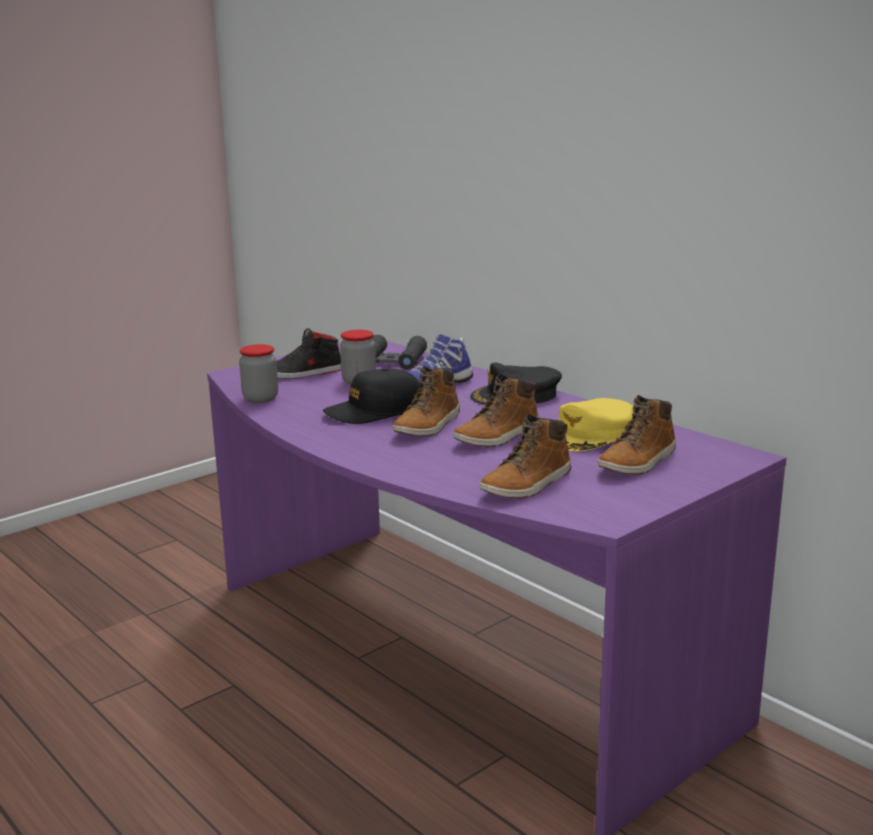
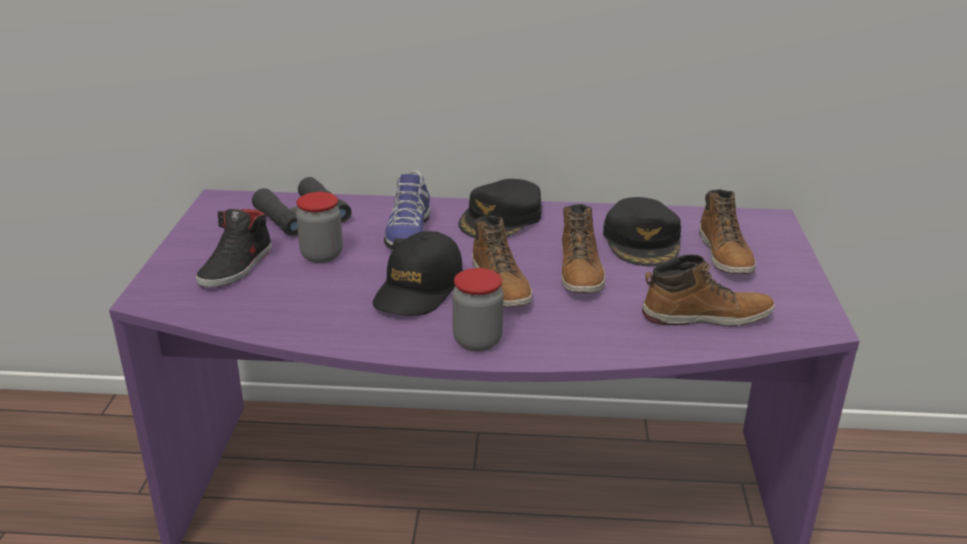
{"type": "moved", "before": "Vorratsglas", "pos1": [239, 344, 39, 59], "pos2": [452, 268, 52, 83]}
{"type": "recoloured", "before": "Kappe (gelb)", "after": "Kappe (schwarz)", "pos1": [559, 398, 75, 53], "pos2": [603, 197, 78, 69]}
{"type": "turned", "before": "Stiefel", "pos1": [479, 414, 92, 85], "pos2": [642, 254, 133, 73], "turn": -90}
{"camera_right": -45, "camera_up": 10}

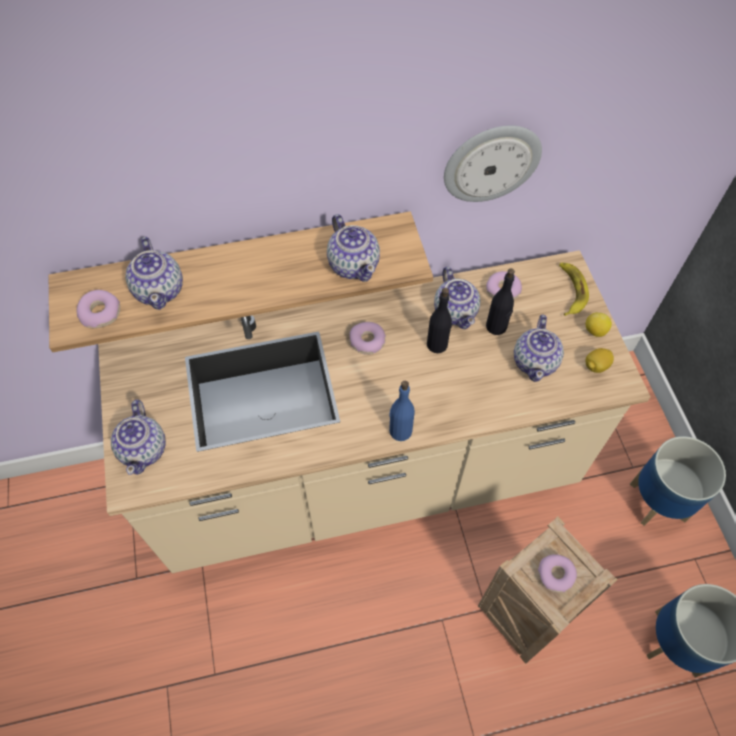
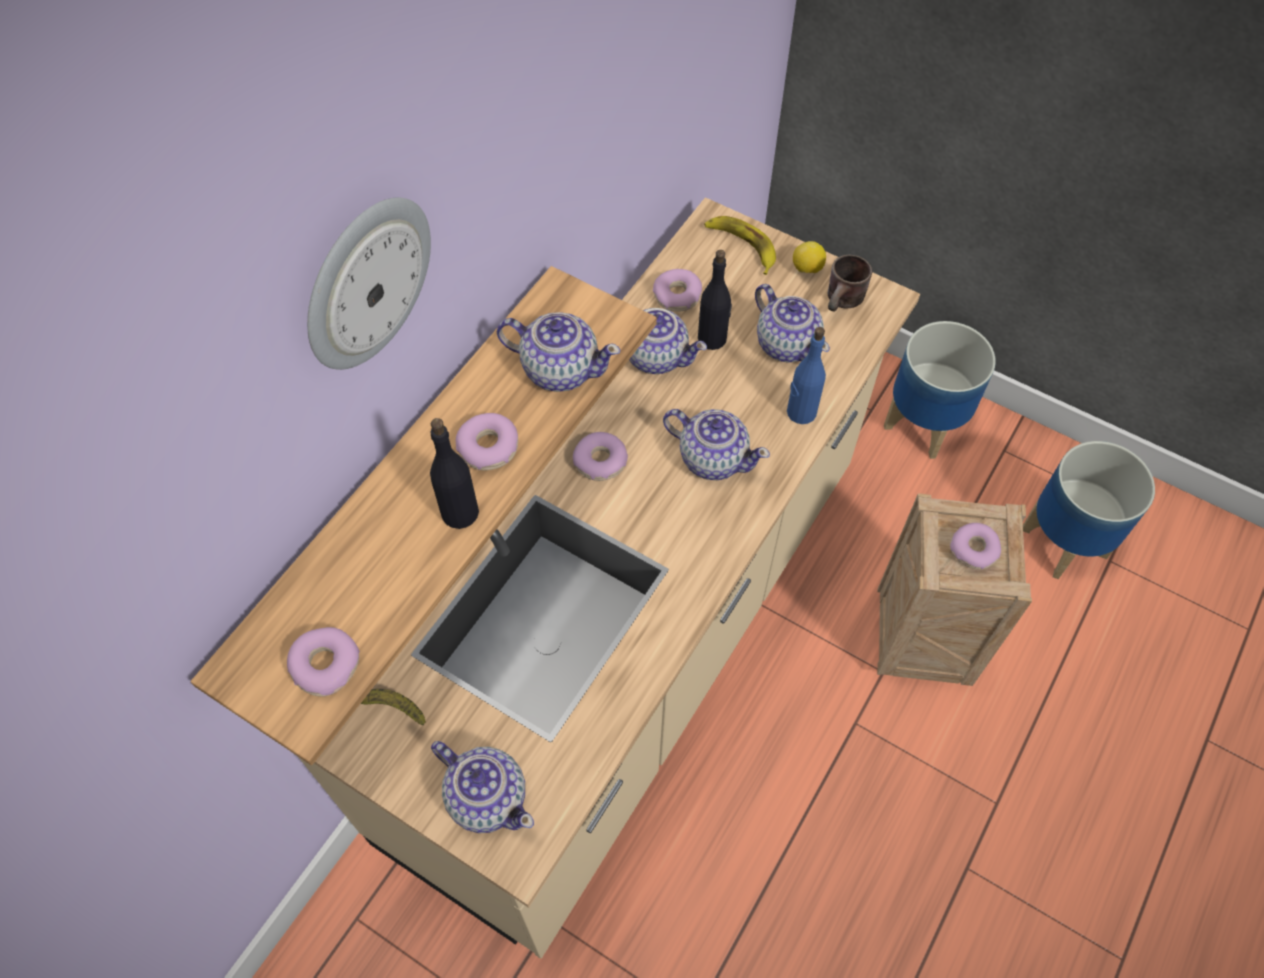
{"type": "added", "after": "Banane", "pos2": [361, 689, 65, 36]}
{"type": "added", "after": "Donut", "pos2": [456, 413, 62, 57]}
{"type": "moved", "before": "Teekanne", "pos1": [125, 237, 58, 73], "pos2": [663, 409, 107, 71]}
{"type": "moved", "before": "Flasche (blau)", "pos1": [389, 381, 26, 60], "pos2": [787, 327, 39, 97]}
{"type": "moved", "before": "Flasche (schwarz)", "pos1": [427, 288, 25, 65], "pos2": [430, 418, 49, 111]}
{"type": "moved", "before": "Wanduhr", "pos1": [444, 126, 98, 76], "pos2": [307, 197, 124, 173]}
{"type": "replaced", "before": "Zitrone", "after": "Henkelbecher (braun)", "pos1": [586, 348, 28, 25], "pos2": [828, 255, 44, 57]}
{"camera_right": -45, "camera_up": 0}

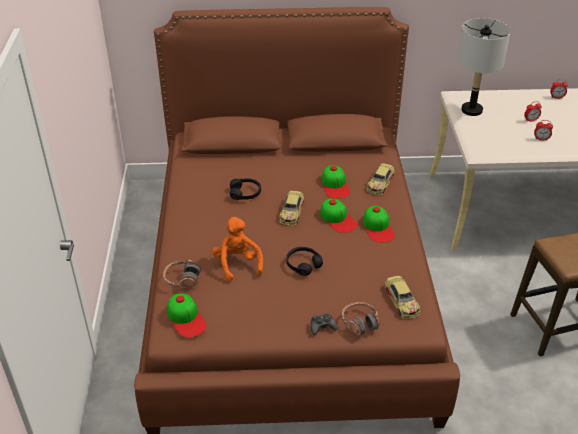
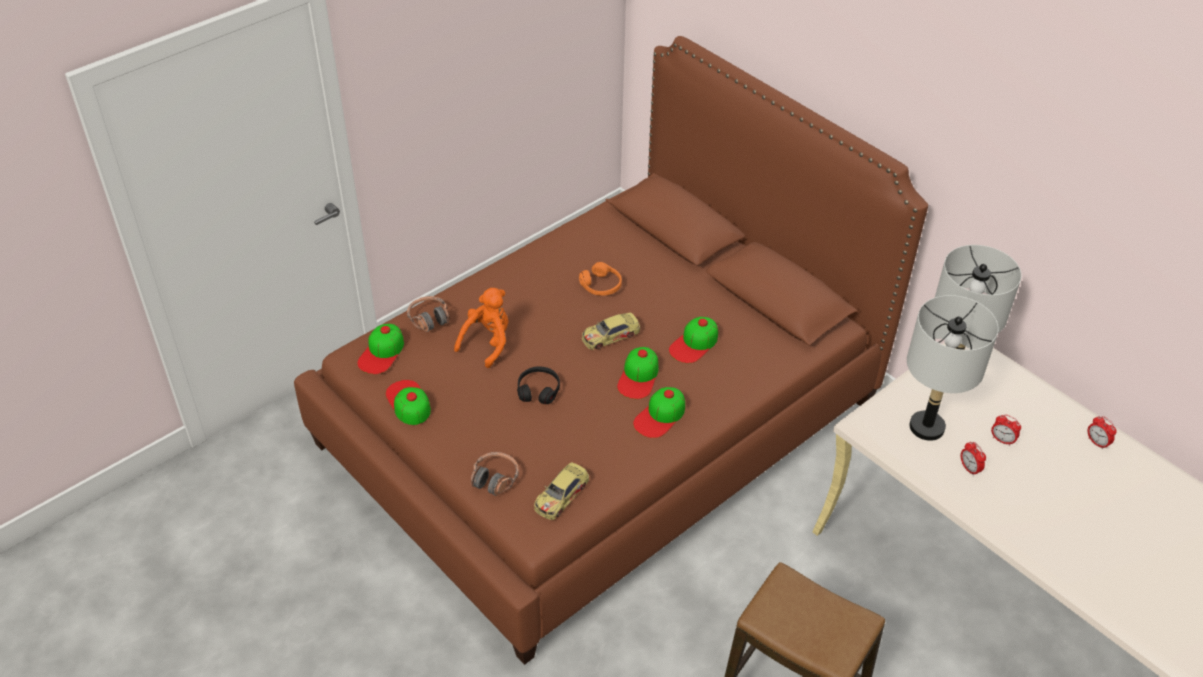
{"type": "removed", "before": "Gamepad (schwarz)", "pos1": [311, 314, 27, 21]}
{"type": "removed", "before": "Spielzeugauto", "pos1": [367, 163, 28, 32]}
{"type": "added", "after": "Kappe", "pos2": [386, 380, 45, 45]}
{"type": "added", "after": "Tischlampe (grau)", "pos2": [907, 295, 92, 146]}
{"type": "recoloured", "before": "Kopfhörer (schwarz)", "after": "Kopfhörer (orange)", "pos1": [230, 178, 31, 22], "pos2": [579, 262, 43, 34]}
{"camera_right": 50, "camera_up": 5}

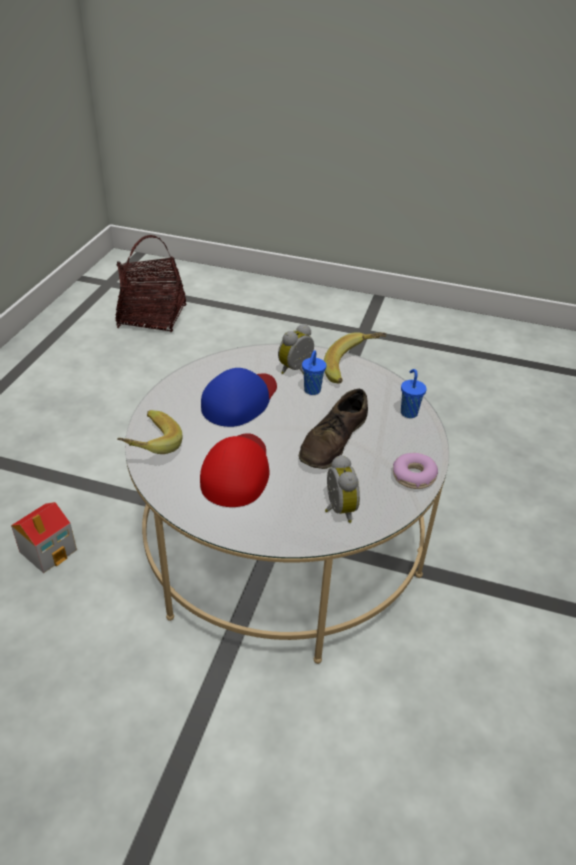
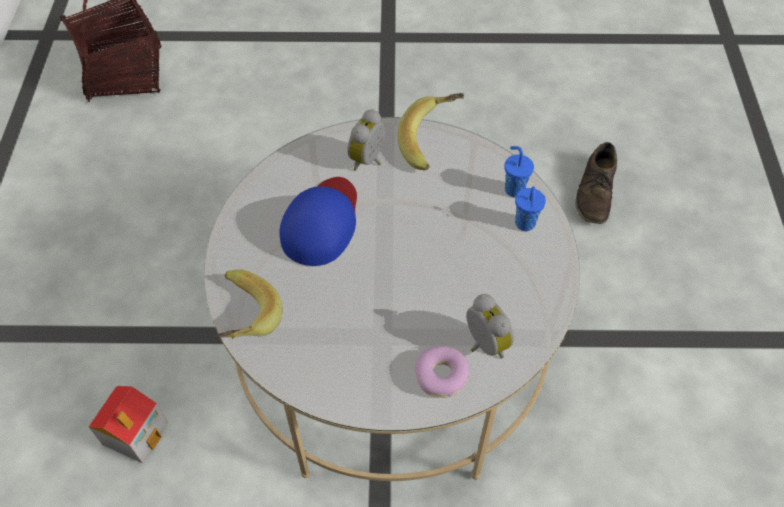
{"type": "removed", "before": "Kappe (rot)", "pos1": [200, 433, 69, 74]}
{"type": "moved", "before": "Schuh (braun)", "pos1": [299, 389, 69, 80], "pos2": [575, 142, 42, 82]}
{"type": "moved", "before": "Tasse (blau)", "pos1": [302, 350, 24, 45], "pos2": [515, 186, 31, 45]}
{"type": "moved", "before": "Donut", "pos1": [393, 453, 45, 36], "pos2": [414, 346, 56, 52]}
{"camera_right": -15, "camera_up": 15}

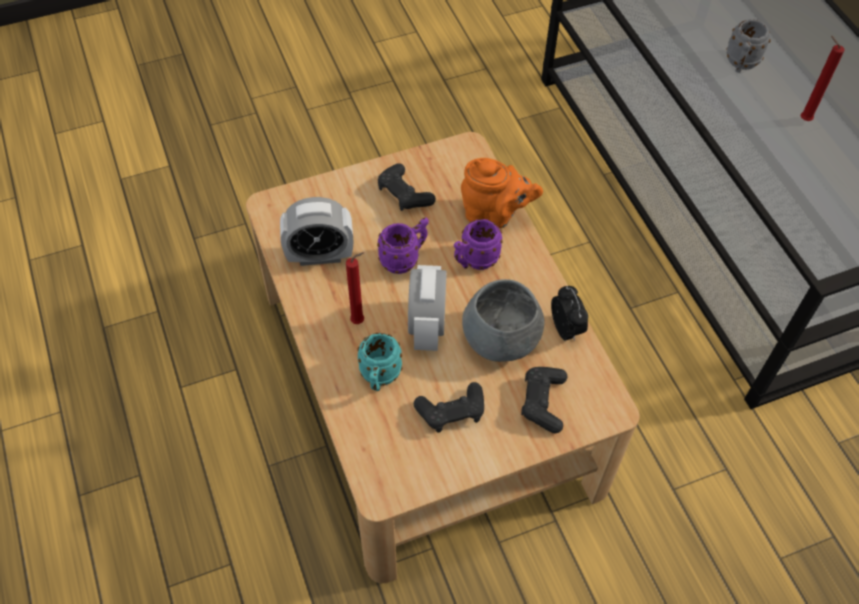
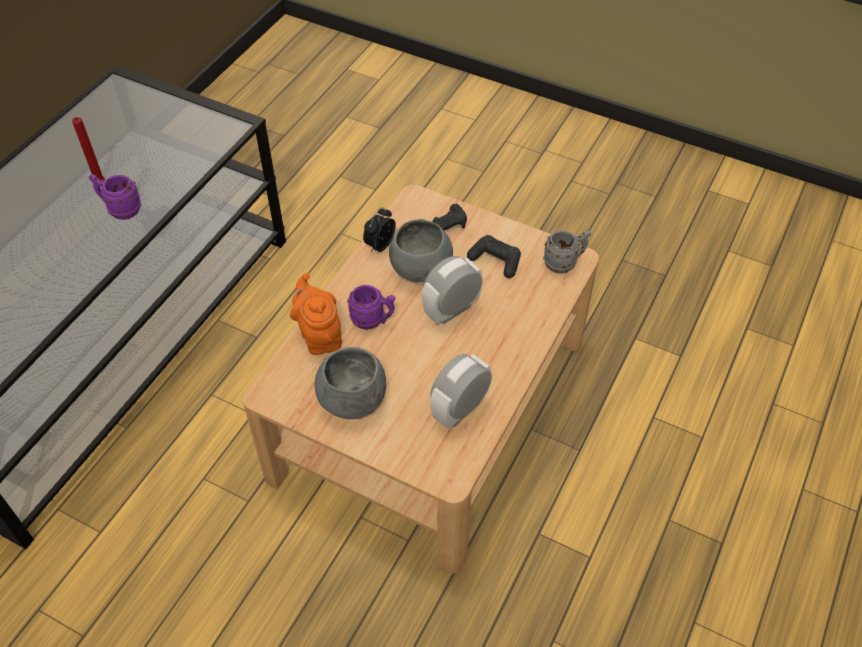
{"type": "removed", "before": "Kerze (rot)", "pos1": [346, 252, 18, 72]}
{"type": "removed", "before": "Henkelbecher (türkis)", "pos1": [357, 333, 45, 58]}
{"type": "moved", "before": "Henkelbecher (lila)", "pos1": [377, 218, 52, 56], "pos2": [89, 174, 52, 46]}
{"type": "moved", "before": "Henkelbecher (grau)", "pos1": [726, 19, 45, 54], "pos2": [543, 230, 48, 43]}
{"type": "replaced", "before": "Gamepad (schwarz)", "after": "Schüssel (grau)", "pos1": [378, 163, 58, 48], "pos2": [315, 347, 71, 72]}
{"type": "turned", "before": "Wecker", "pos1": [280, 197, 73, 69], "pos2": [430, 354, 62, 75], "turn": -90}
{"camera_right": -130, "camera_up": -5}

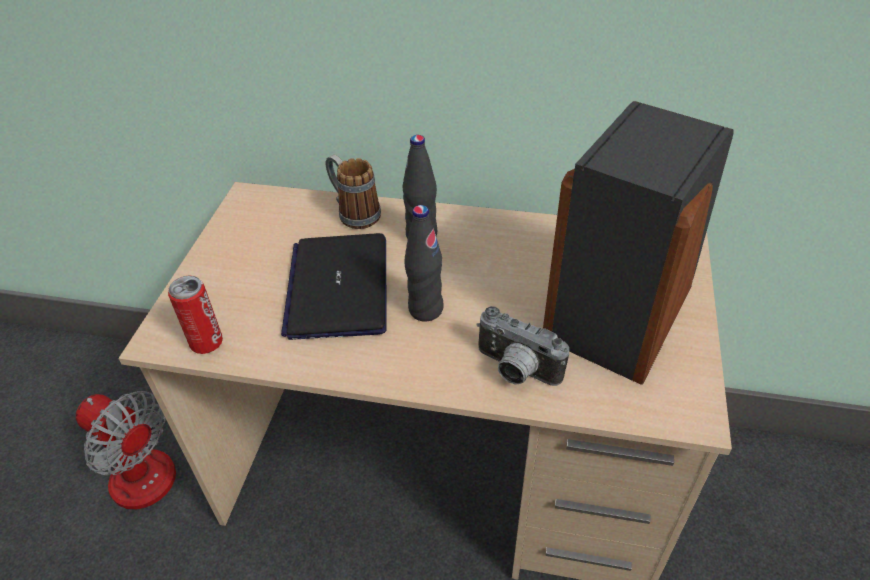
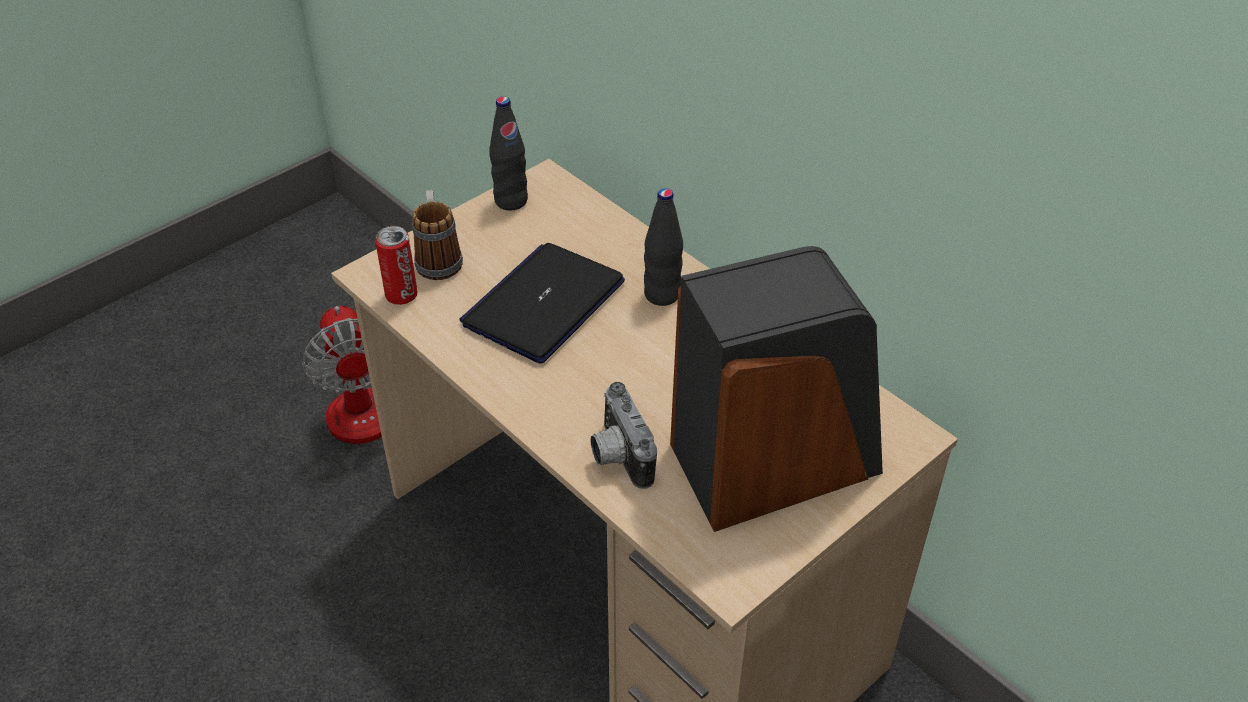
{"type": "moved", "before": "Henkelbecher", "pos1": [326, 155, 55, 74], "pos2": [412, 190, 51, 90]}
{"type": "moved", "before": "Flasche (schwarz)", "pos1": [404, 205, 40, 117], "pos2": [489, 96, 39, 114]}
{"camera_right": 35, "camera_up": 0}

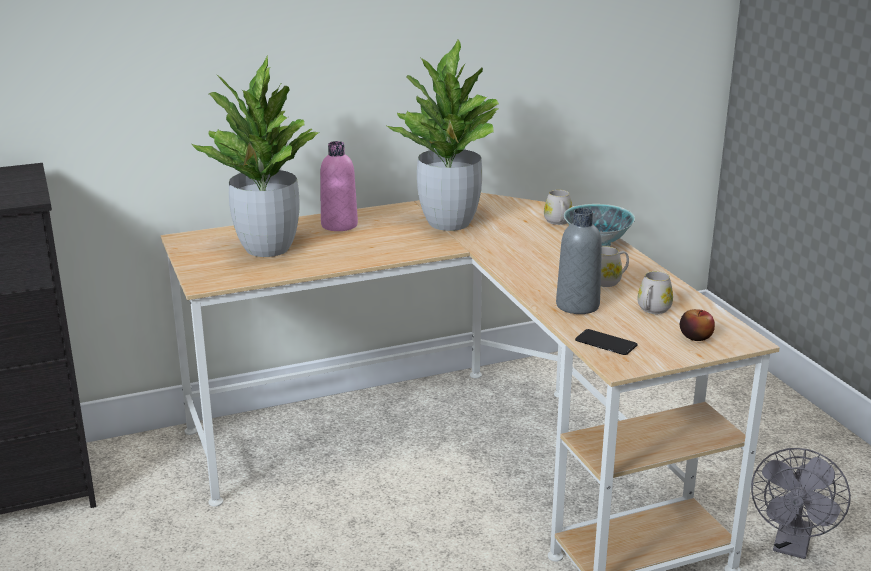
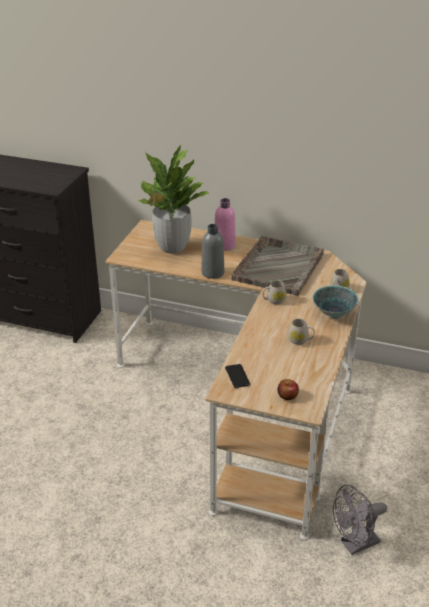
{"type": "moved", "before": "Flasche (grau)", "pos1": [556, 208, 46, 106], "pos2": [201, 224, 23, 55]}
{"type": "moved", "before": "Henkelbecher (weiß)", "pos1": [638, 271, 35, 43], "pos2": [262, 280, 24, 25]}
{"type": "replaced", "before": "Topfpflanze", "after": "Tablett (grau)", "pos1": [387, 39, 112, 192], "pos2": [231, 236, 93, 60]}
{"camera_right": 40, "camera_up": 10}

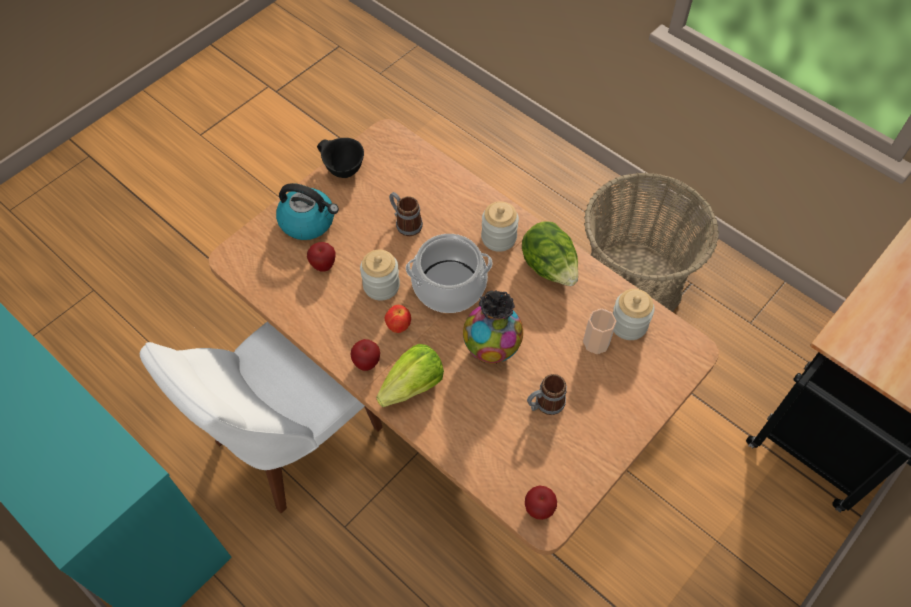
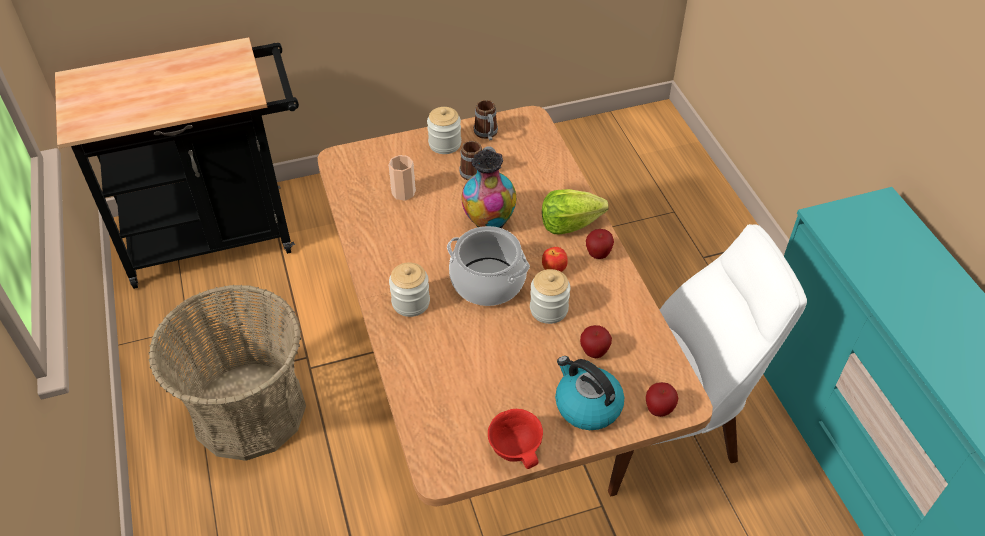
{"type": "removed", "before": "Salatkopf", "pos1": [522, 221, 56, 65]}
{"type": "moved", "before": "Henkelbecher", "pos1": [389, 192, 34, 44], "pos2": [474, 100, 24, 41]}
{"type": "moved", "before": "Apfel", "pos1": [525, 485, 32, 35], "pos2": [646, 382, 32, 35]}
{"type": "moved", "before": "Vorratsglas", "pos1": [613, 289, 42, 51], "pos2": [427, 107, 34, 47]}
{"type": "recoloured", "before": "Schüssel (schwarz)", "after": "Schüssel (rot)", "pos1": [317, 138, 47, 40], "pos2": [488, 409, 55, 60]}
{"camera_right": -150, "camera_up": -10}

